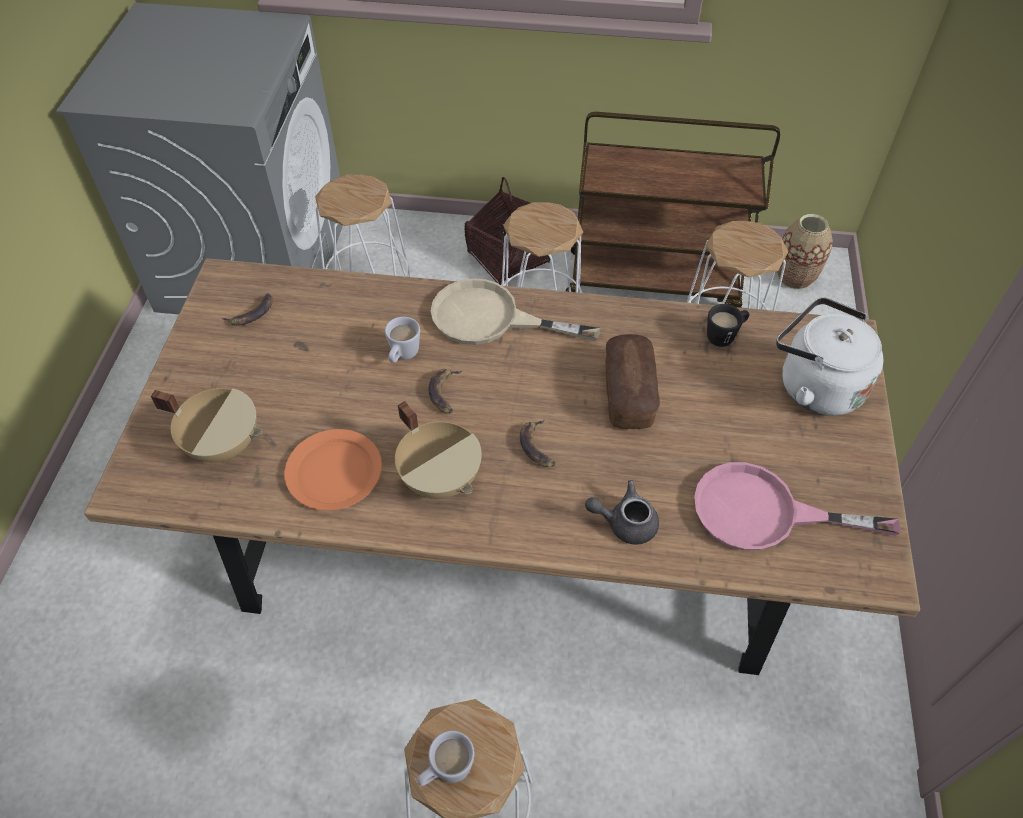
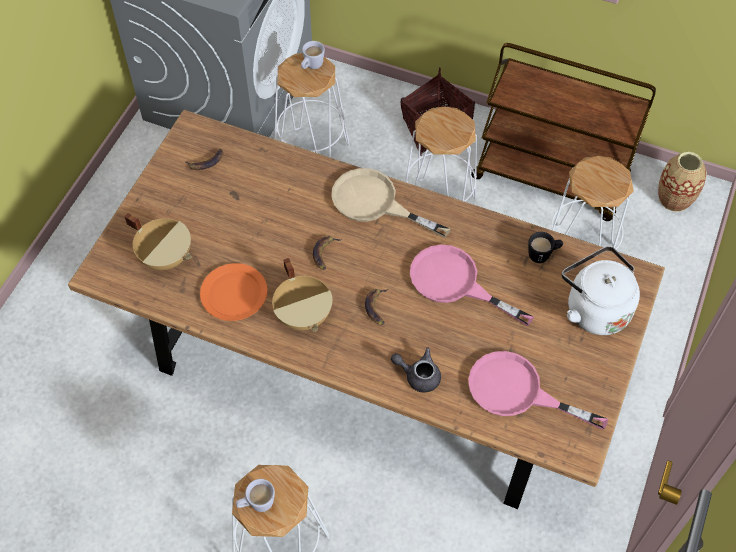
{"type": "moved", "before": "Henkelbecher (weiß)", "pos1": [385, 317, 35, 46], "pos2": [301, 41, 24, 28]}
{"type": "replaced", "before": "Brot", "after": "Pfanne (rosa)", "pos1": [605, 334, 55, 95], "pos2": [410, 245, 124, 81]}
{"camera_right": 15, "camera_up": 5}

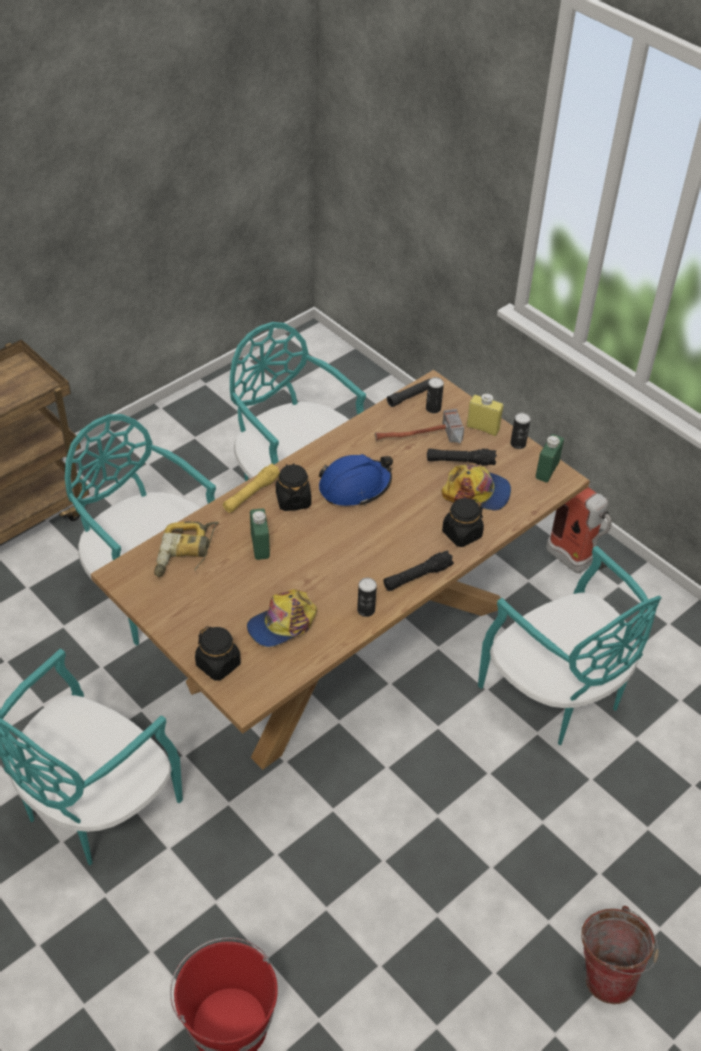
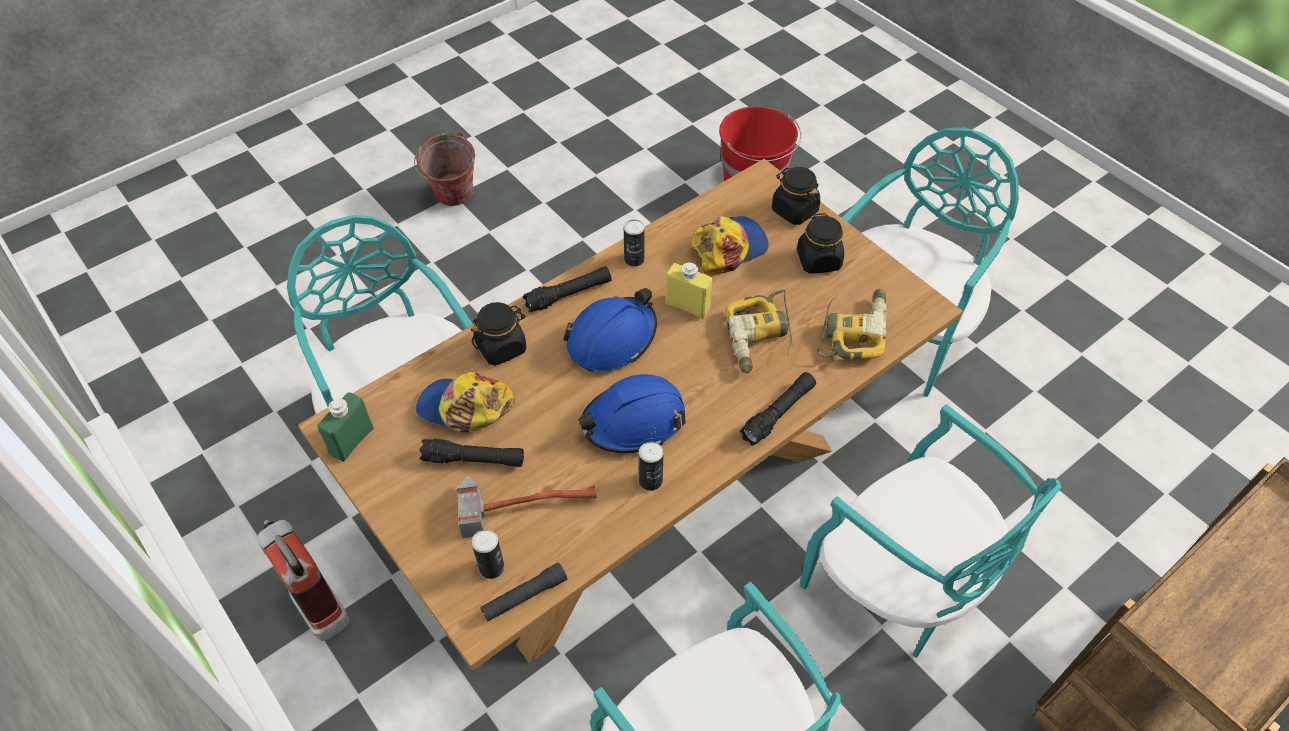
{"type": "added", "after": "Schutzhelm (blau)", "pos2": [563, 288, 94, 84]}
{"type": "moved", "before": "Vorratsglas (schwarz)", "pos1": [276, 463, 35, 48], "pos2": [797, 213, 47, 61]}
{"type": "moved", "before": "Flasche (gelb)", "pos1": [466, 393, 37, 43], "pos2": [665, 262, 47, 57]}
{"type": "moved", "before": "Dose", "pos1": [510, 412, 21, 37], "pos2": [639, 442, 25, 49]}
{"type": "replaced", "before": "Flasche (grün)", "after": "Bohrmaschine", "pos1": [250, 508, 20, 52], "pos2": [725, 290, 67, 83]}
{"type": "recoloured", "before": "Taschenlampe (gelb)", "after": "Taschenlampe (schwarz)", "pos1": [223, 463, 57, 50], "pos2": [740, 372, 76, 74]}
{"camera_right": -175, "camera_up": 5}

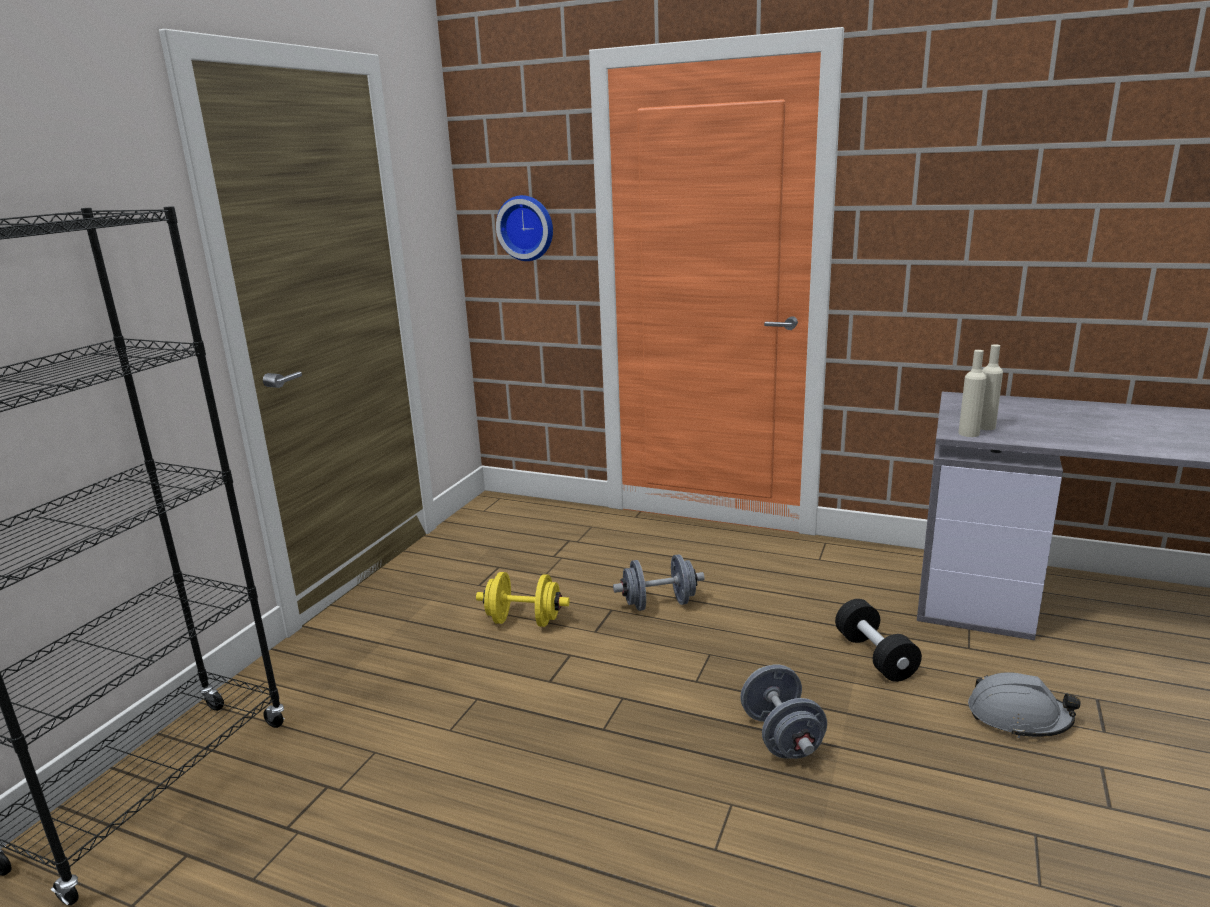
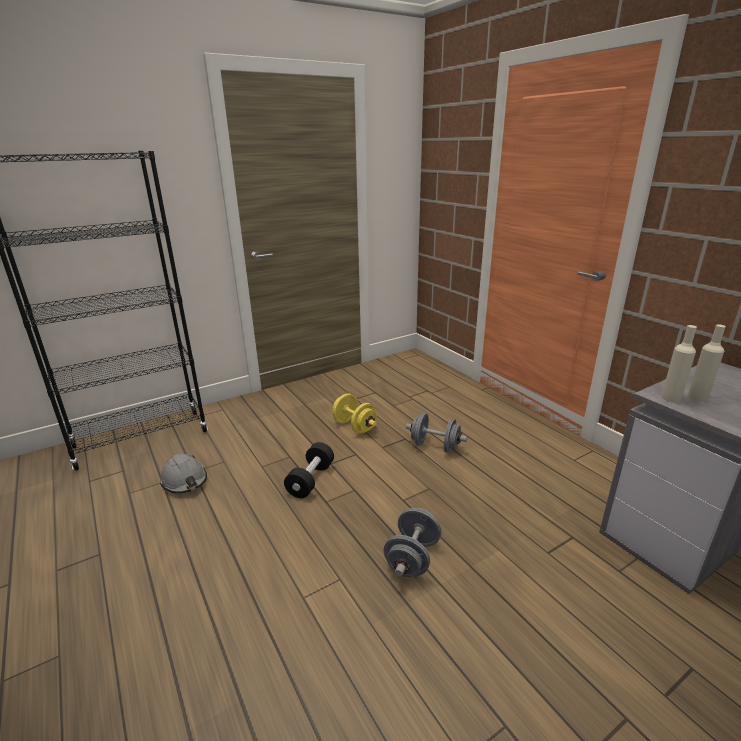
{"type": "removed", "before": "Wanduhr", "pos1": [496, 195, 57, 66]}
{"type": "moved", "before": "Hantel (schwarz)", "pos1": [835, 599, 87, 83], "pos2": [284, 442, 50, 56]}
{"type": "moved", "before": "Schutzhelm (grau)", "pos1": [968, 672, 113, 66], "pos2": [160, 454, 47, 40]}
{"camera_right": 35, "camera_up": 5}

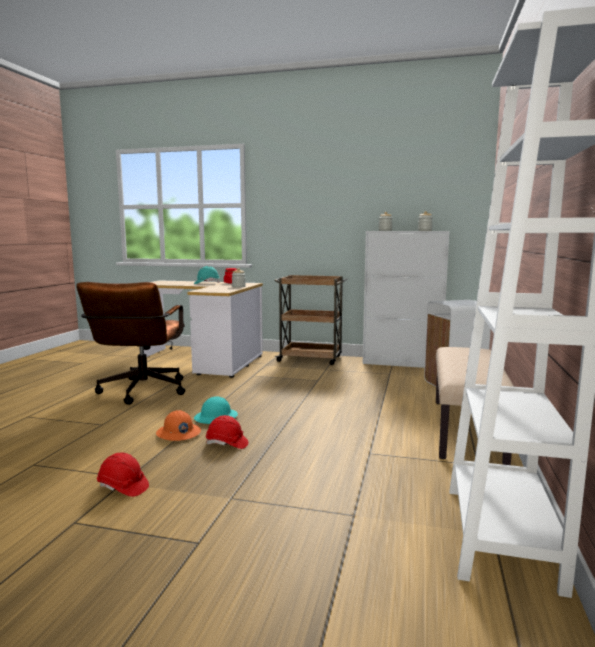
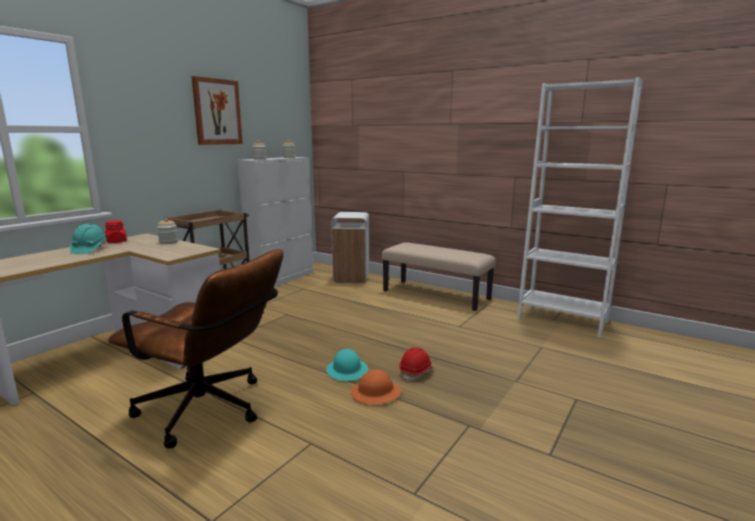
{"type": "removed", "before": "Schutzhelm (rot)", "pos1": [97, 453, 52, 44]}
{"type": "added", "after": "Bild", "pos2": [191, 76, 52, 69]}
{"camera_right": -70, "camera_up": 5}

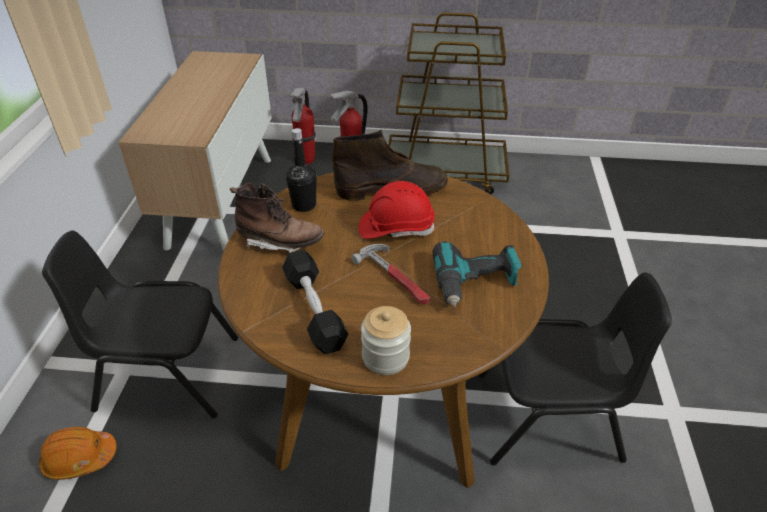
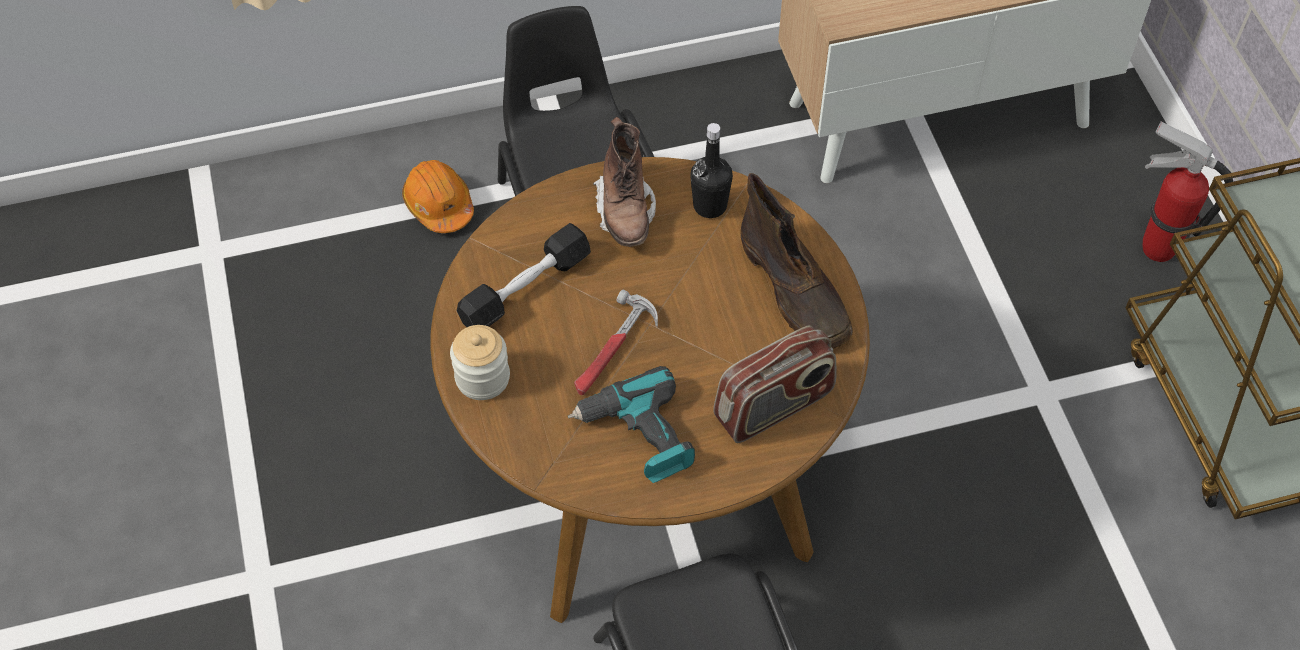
{"type": "removed", "before": "Feuerlöscher", "pos1": [290, 88, 26, 76]}
{"type": "removed", "before": "Schutzhelm (rot)", "pos1": [359, 181, 76, 58]}
{"type": "added", "after": "Radio", "pos2": [713, 325, 123, 118]}
{"camera_right": 70, "camera_up": 15}

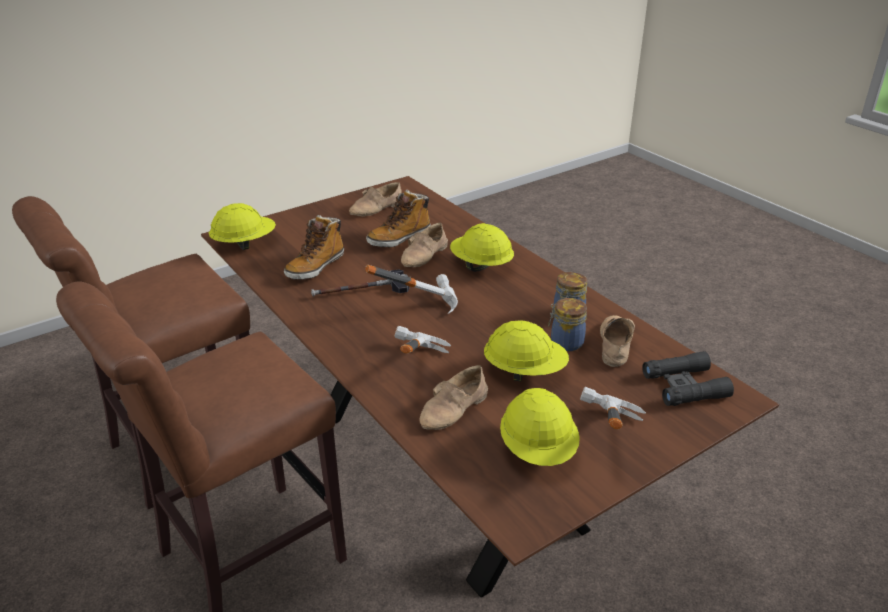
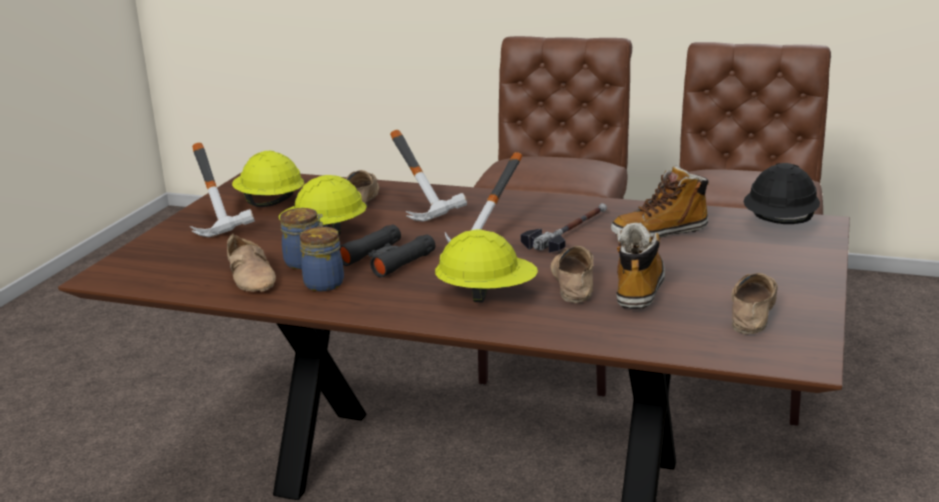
{"type": "moved", "before": "Fernglas (schwarz)", "pos1": [642, 351, 92, 55], "pos2": [339, 225, 96, 53]}
{"type": "recoloured", "before": "Schutzhelm (gelb)", "after": "Schutzhelm (schwarz)", "pos1": [209, 203, 67, 47], "pos2": [744, 163, 76, 61]}
{"type": "turned", "before": "Stiefel", "pos1": [284, 215, 60, 65], "pos2": [611, 165, 99, 73], "turn": -105}
{"camera_right": 145, "camera_up": -10}

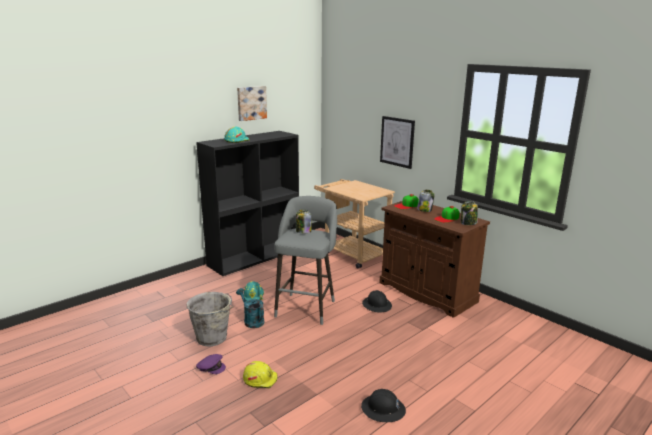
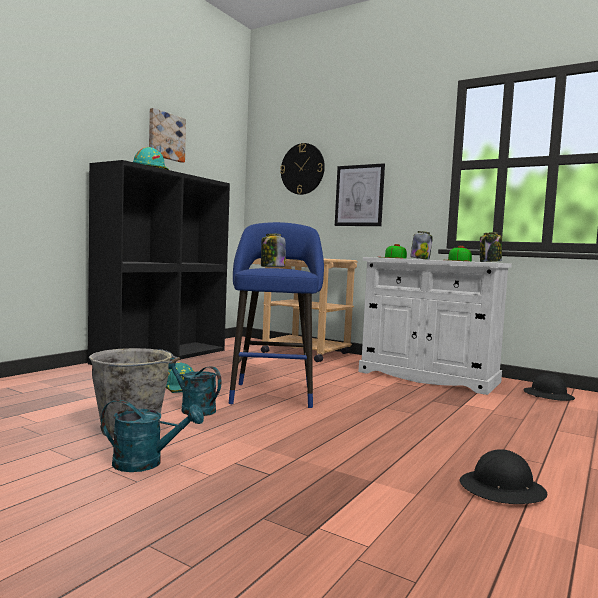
{"type": "removed", "before": "Schutzhelm (gelb)", "pos1": [243, 361, 35, 27]}
{"type": "added", "after": "Wanduhr", "pos2": [280, 143, 45, 52]}
{"type": "moved", "before": "Schutzhelm (schwarz)", "pos1": [362, 290, 30, 22], "pos2": [523, 373, 52, 28]}
{"type": "replaced", "before": "Kappe (lila)", "after": "Gießkanne (türkis)", "pos1": [196, 354, 30, 20], "pos2": [101, 400, 103, 72]}
{"type": "recoloured", "before": "Hocker (grau)", "after": "Hocker (blau)", "pos1": [274, 196, 63, 129], "pos2": [229, 222, 95, 186]}
{"type": "recoloured", "before": "Schrank (braun)", "after": "Schrank (weiß)", "pos1": [379, 201, 111, 117], "pos2": [359, 257, 153, 138]}
{"camera_right": -15, "camera_up": -15}

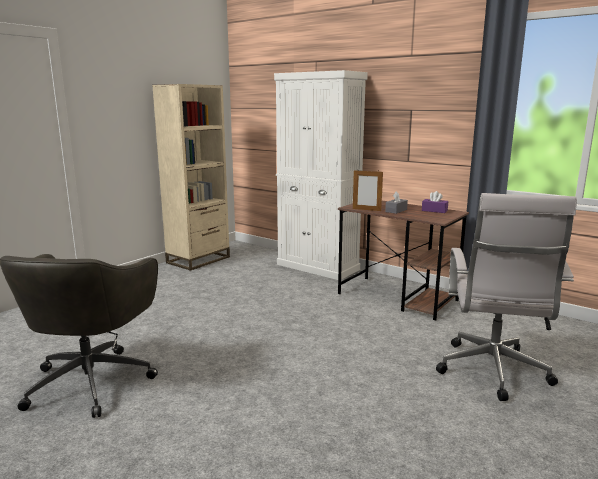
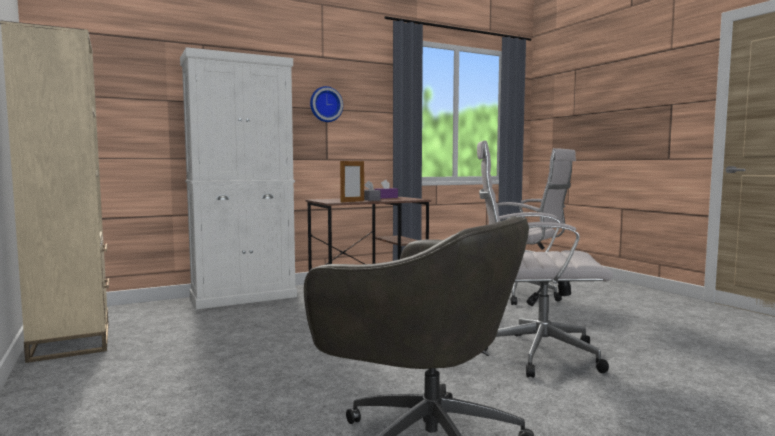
{"type": "added", "after": "Wanduhr", "pos2": [310, 86, 33, 36]}
{"type": "added", "after": "Bürostuhl (weiß)", "pos2": [477, 140, 136, 238]}
{"camera_right": -65, "camera_up": -10}

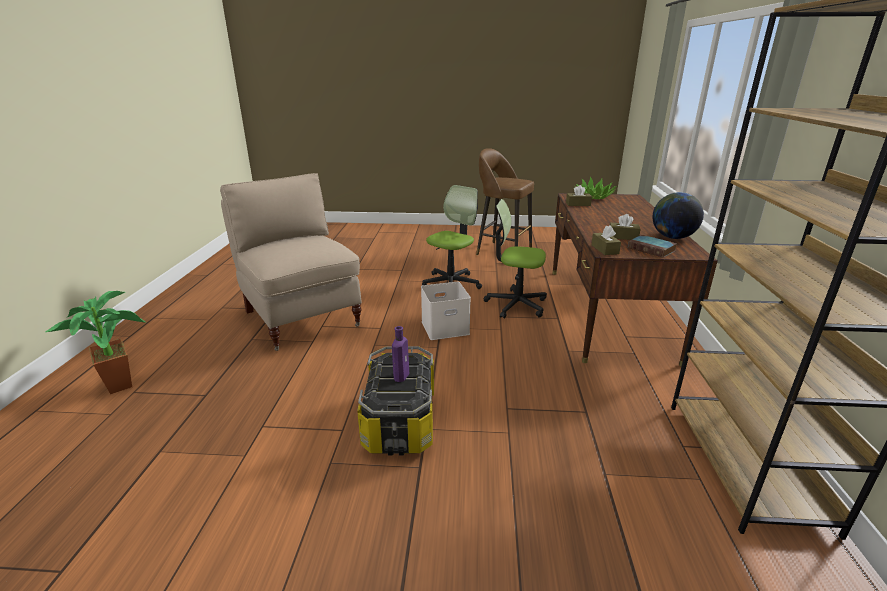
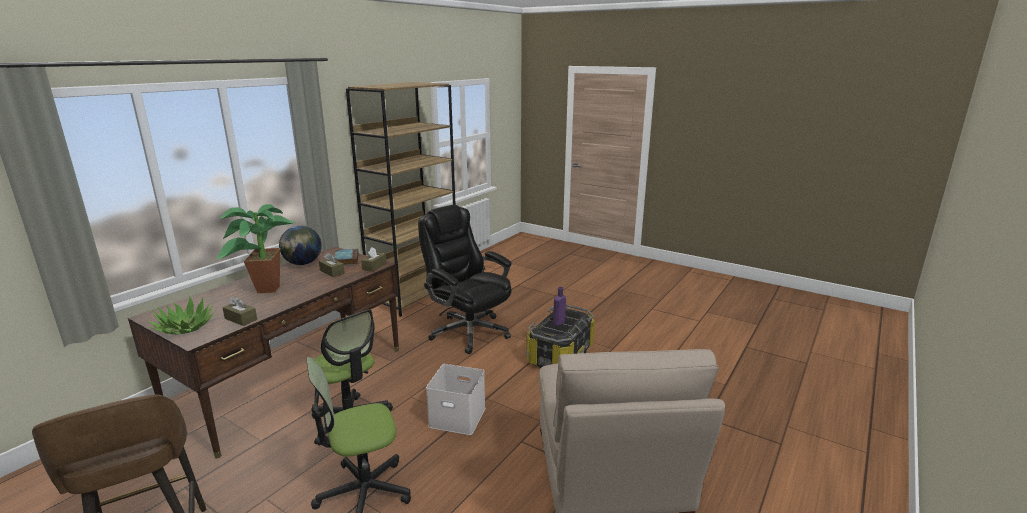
{"type": "added", "after": "Bürostuhl (schwarz)", "pos2": [418, 205, 94, 149]}
{"type": "moved", "before": "Topfpflanze", "pos1": [45, 291, 102, 103], "pos2": [217, 204, 79, 89]}
{"camera_right": -150, "camera_up": -5}

